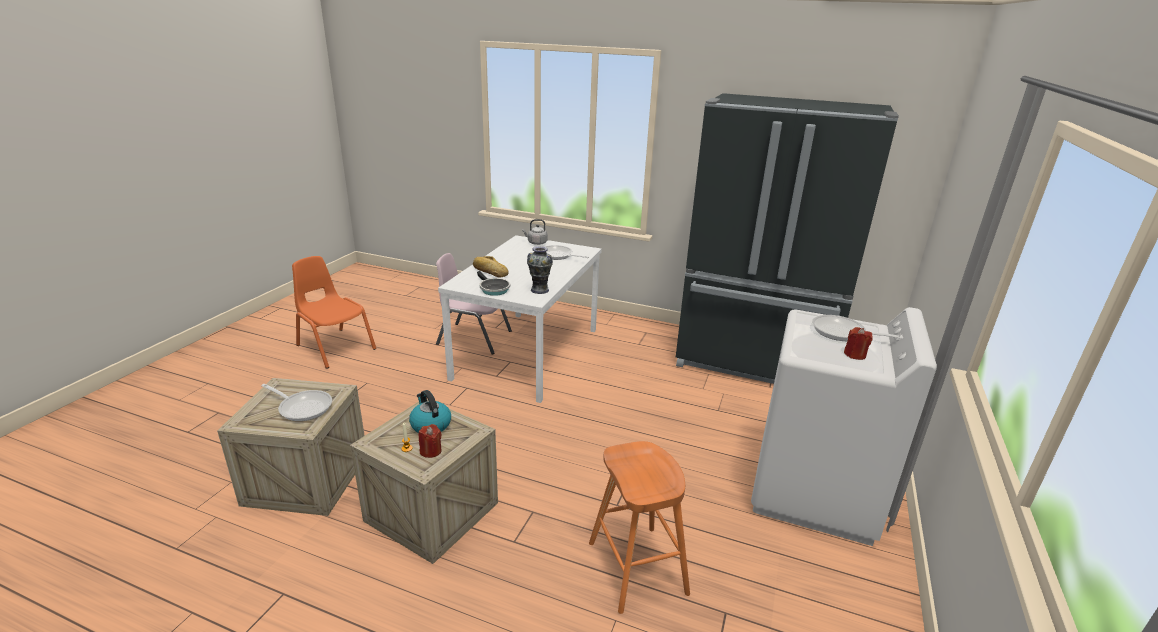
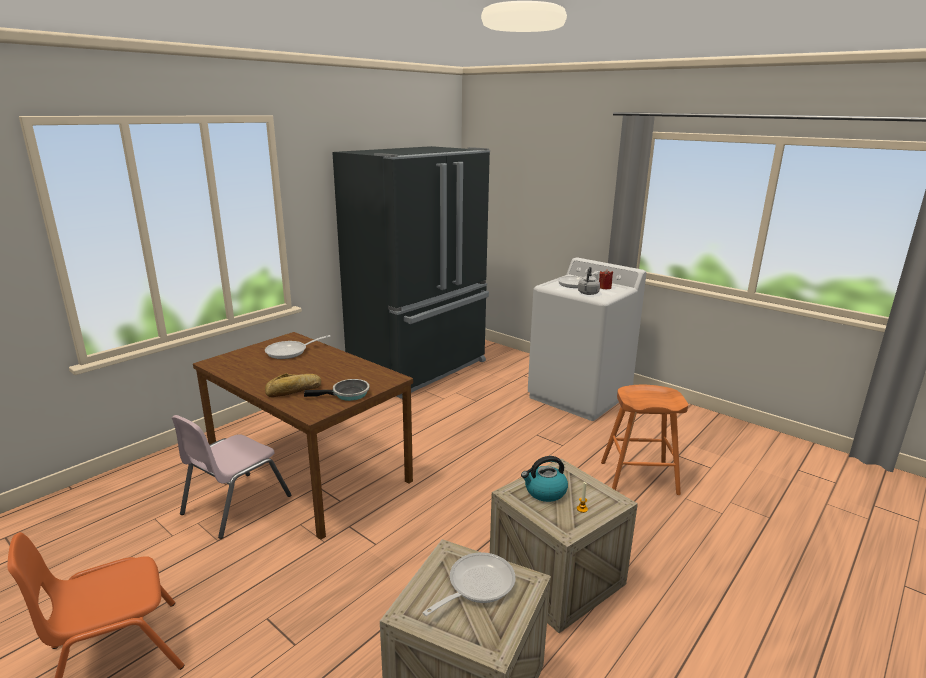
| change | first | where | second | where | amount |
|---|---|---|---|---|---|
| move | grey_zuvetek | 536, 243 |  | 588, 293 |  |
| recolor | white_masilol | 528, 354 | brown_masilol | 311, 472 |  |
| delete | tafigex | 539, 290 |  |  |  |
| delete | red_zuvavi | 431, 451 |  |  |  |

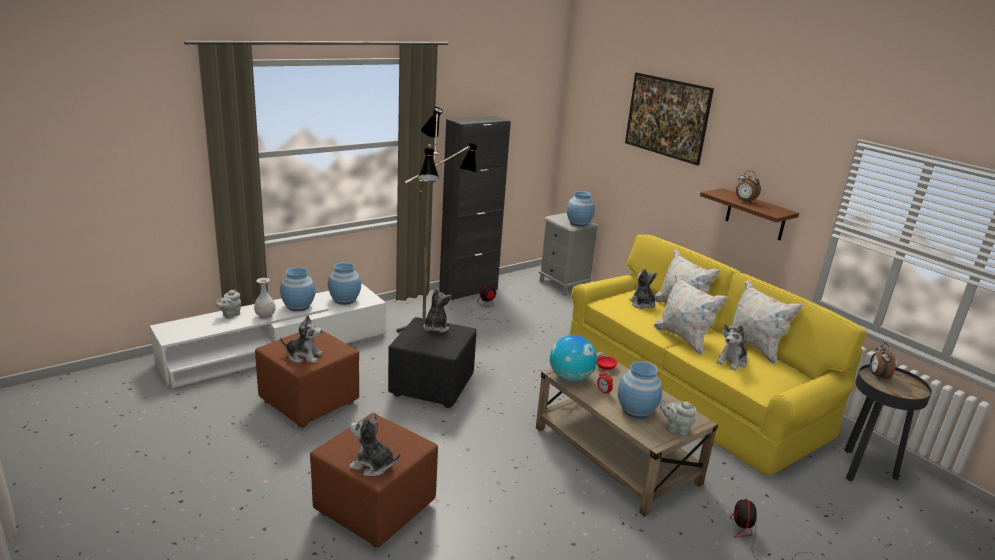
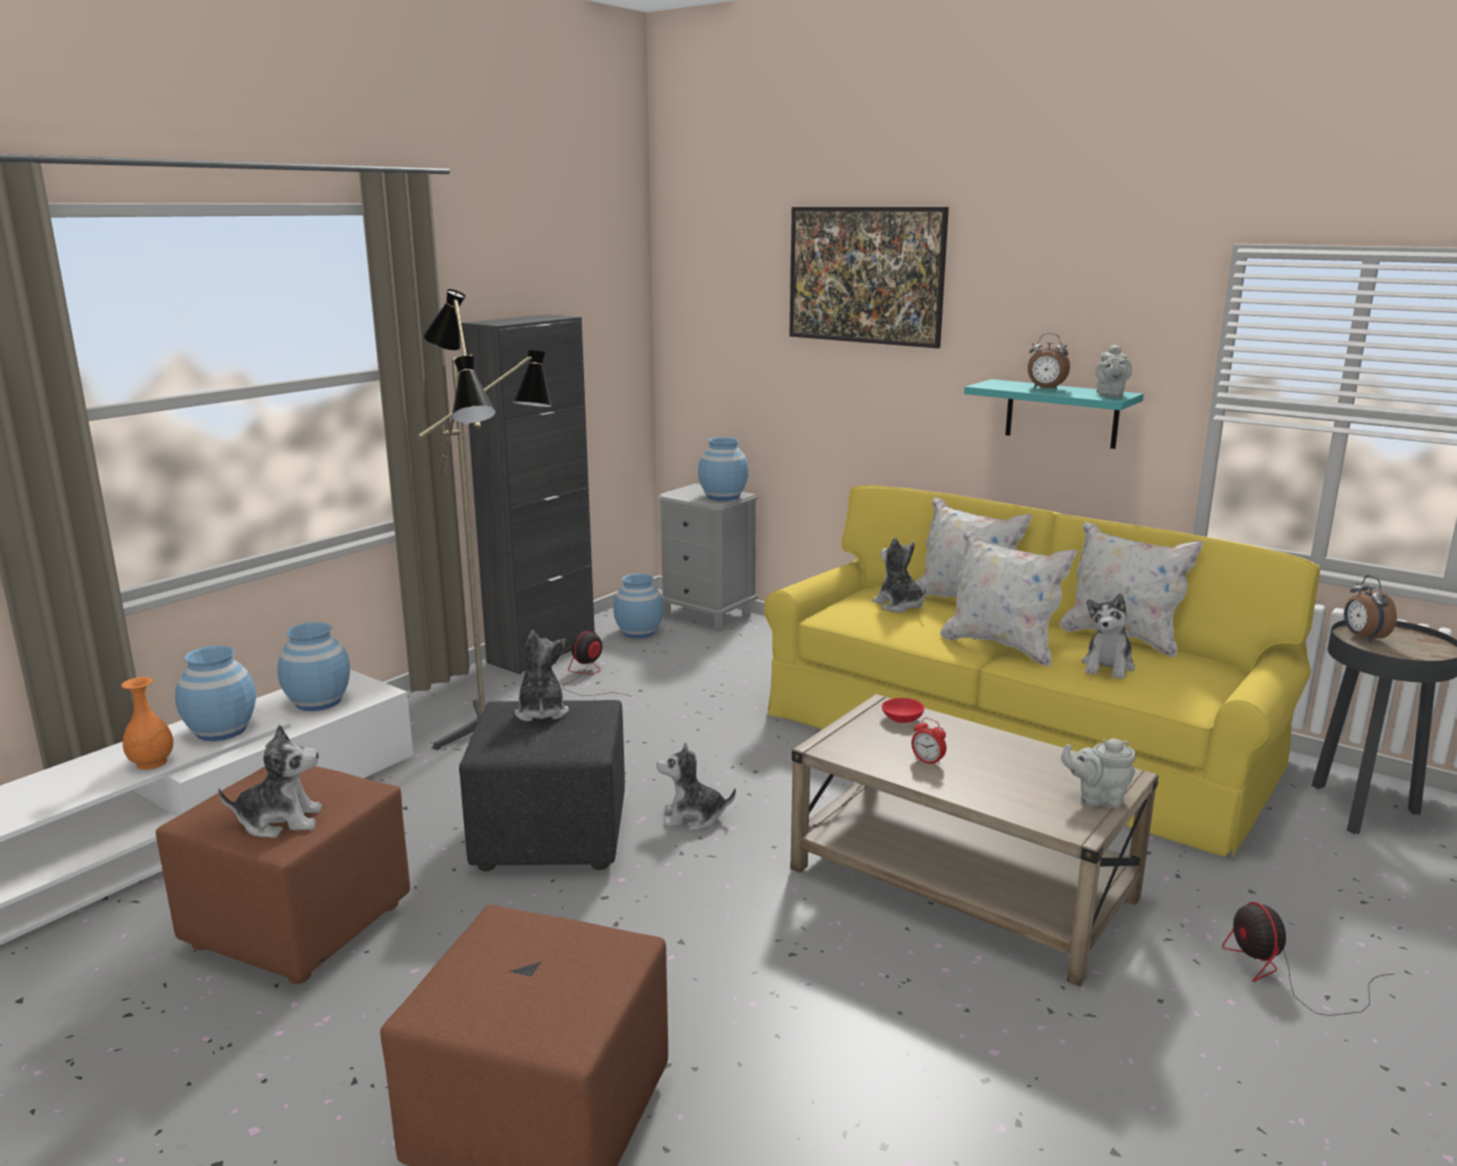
| change | first | where | second | where | amount |
|---|---|---|---|---|---|
| recolor | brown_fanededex | 755, 215 | turquoise_fanededex | 1061, 414 |  |
| recolor | white_tafigex | 265, 316 | orange_tafigex | 151, 763 |  |
| move | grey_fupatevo | 230, 315 |  | 1110, 395 |  |
| delete | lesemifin | 570, 378 |  |  |  |
| move | blue_tafigex | 636, 410 |  | 638, 632 |  |
| move | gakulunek | 372, 465 |  | 693, 818 |  |

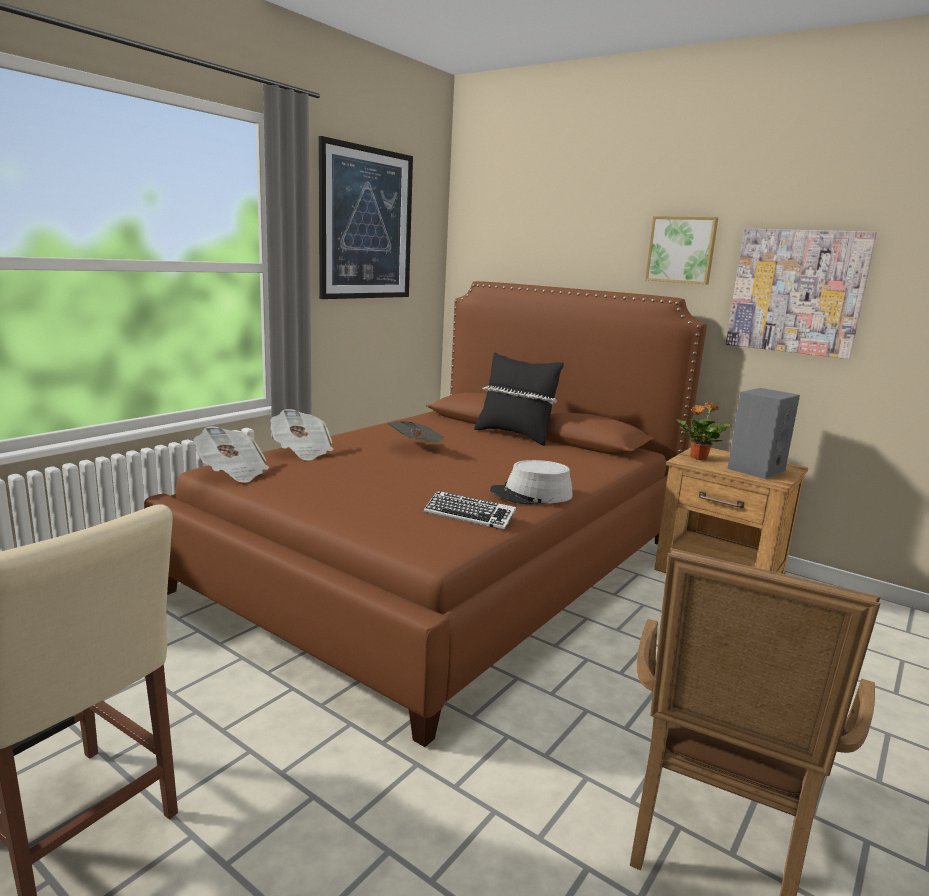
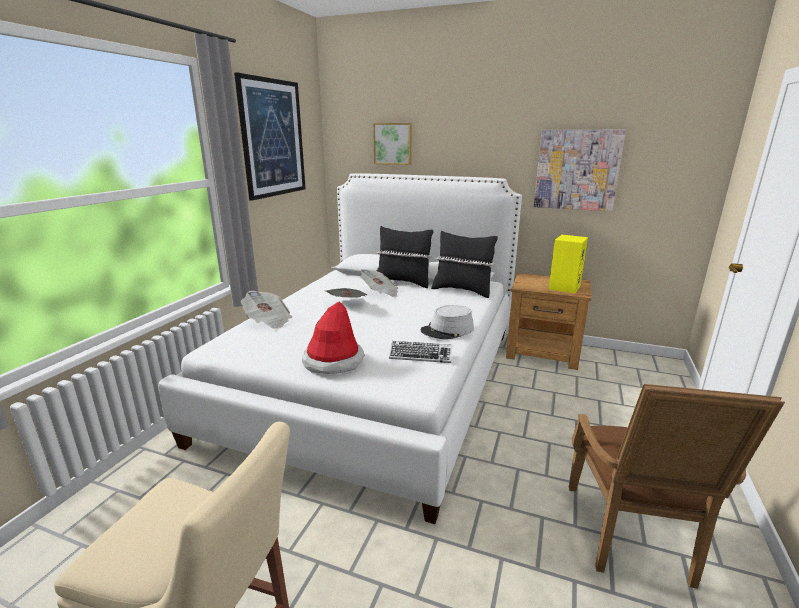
| change | first | where | second | where | amount |
|---|---|---|---|---|---|
| move | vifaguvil | 681, 250 |  | 393, 143 |  |
| recolor | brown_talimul | 444, 563 | white_talimul | 375, 380 |  |
| recolor | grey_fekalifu | 755, 469 | yellow_fekalifu | 564, 287 |  |
| delete | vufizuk | 698, 458 |  |  |  |
| move | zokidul | 232, 472 |  | 380, 293 |  |
| insert |  |  | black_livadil | 462, 290 |  |
| insert |  |  | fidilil | 333, 361 |  |

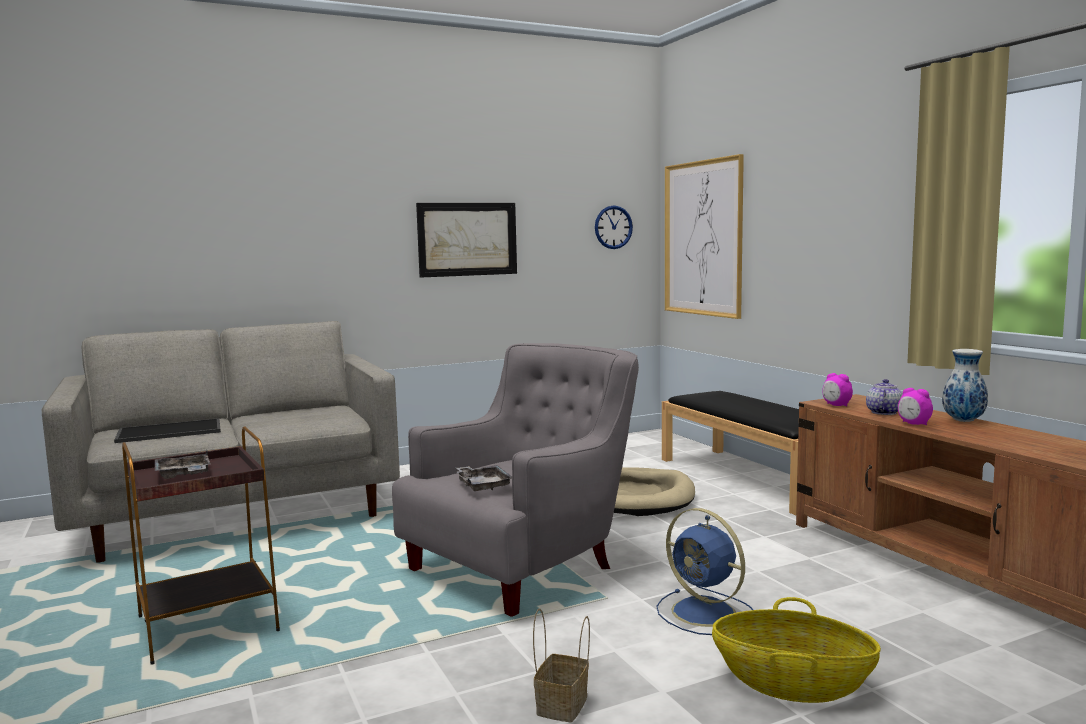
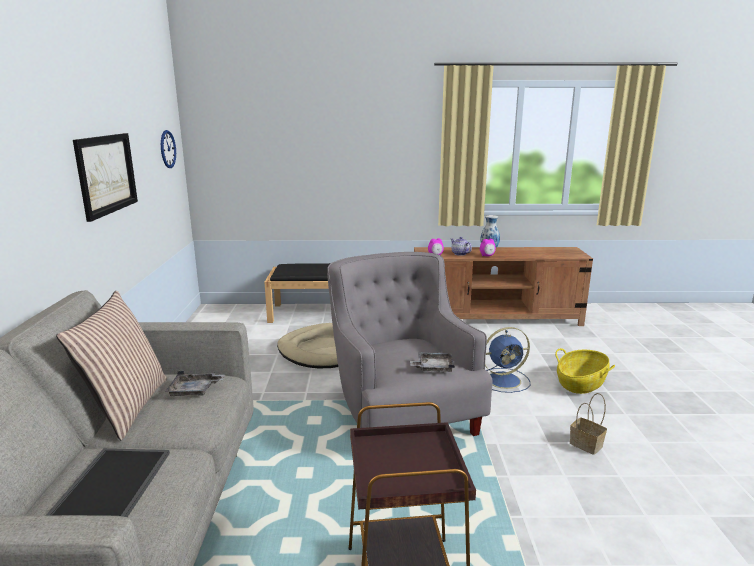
| change | first | where | second | where | amount |
|---|---|---|---|---|---|
| delete | vifaguvil | 702, 238 |  |  |  |
| move | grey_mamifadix | 184, 475 |  | 194, 390 |  |
| insert |  |  | livadil | 126, 407 |  |

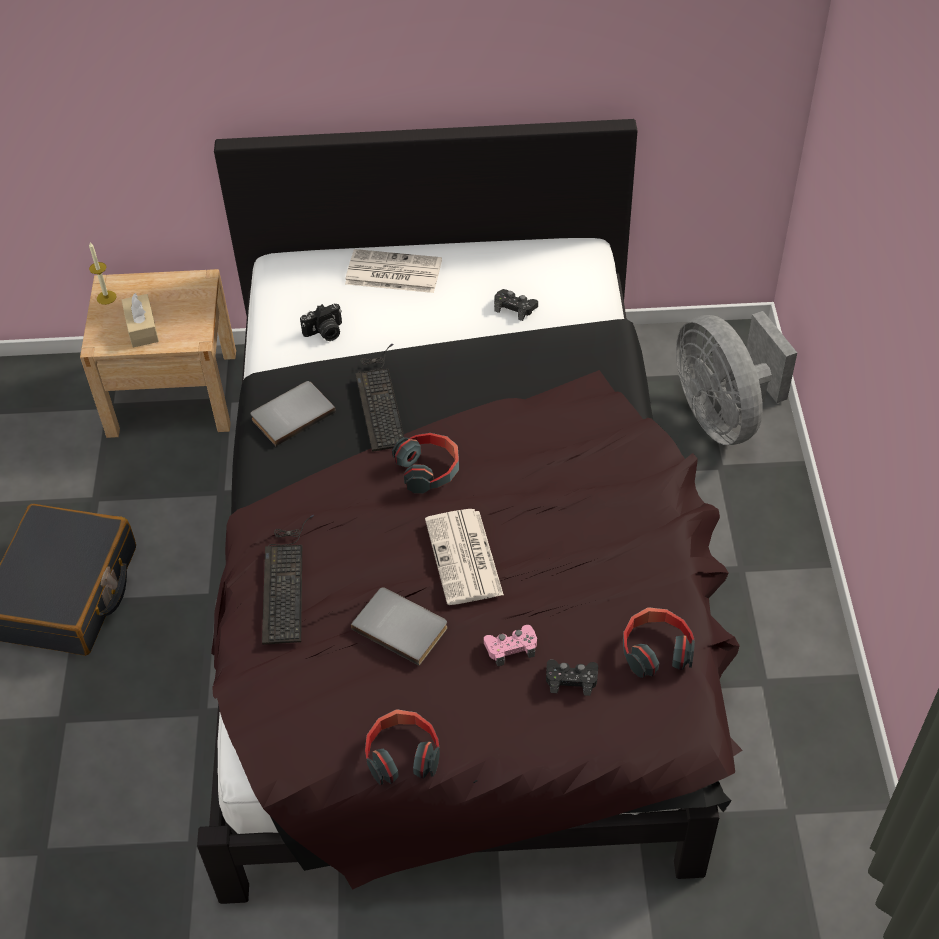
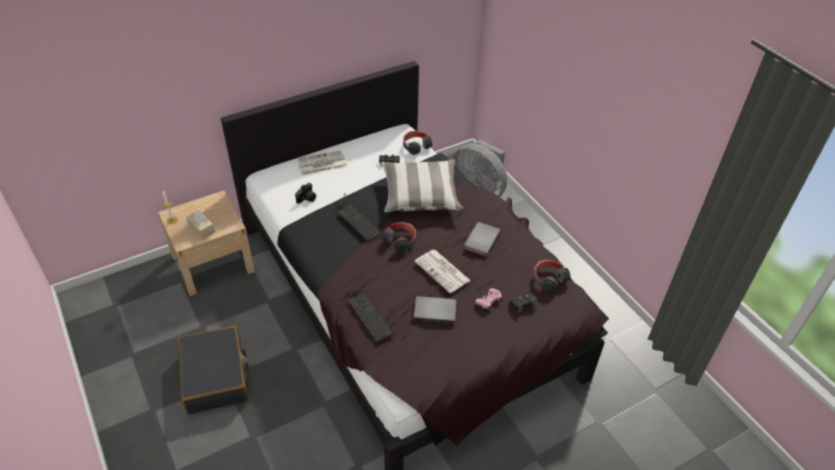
| change | first | where | second | where | amount |
|---|---|---|---|---|---|
| move | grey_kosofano | 291, 414 |  | 480, 240 |  |
| move | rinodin | 402, 754 |  | 416, 146 |  |
| insert |  |  | livadil | 420, 195 |  |

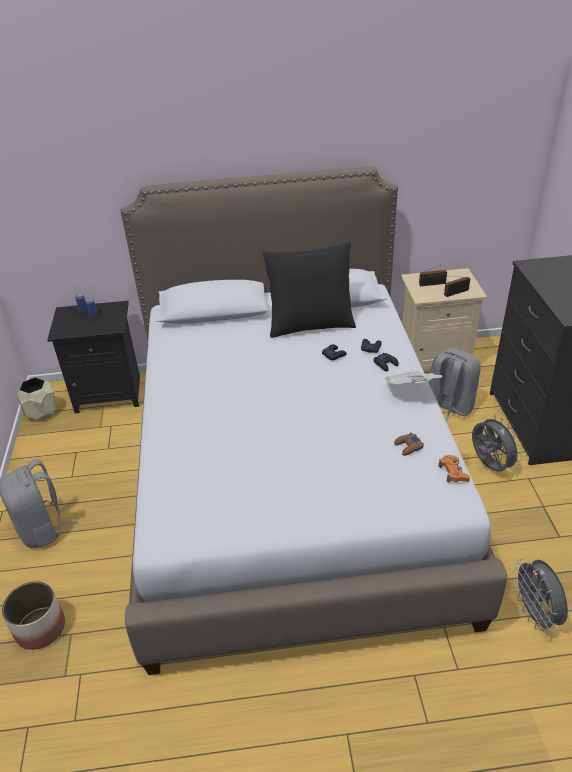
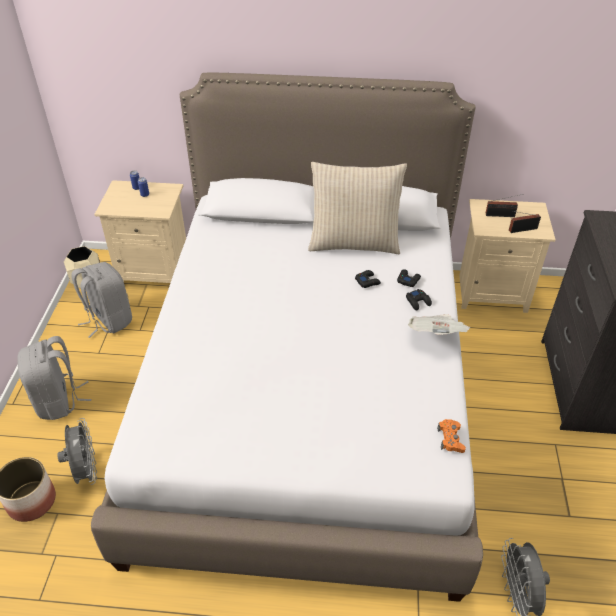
| change | first | where | second | where | amount |
|---|---|---|---|---|---|
| recolor | black_livadil | 310, 324 | beige_livadil | 354, 243 |  |
| recolor | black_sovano | 109, 393 | beige_sovano | 155, 272 |  |
| move | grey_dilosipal | 448, 406 |  | 108, 320 |  |
| move | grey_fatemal | 489, 465 |  | 86, 471 |  |
| delete | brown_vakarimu | 408, 447 |  |  |  |

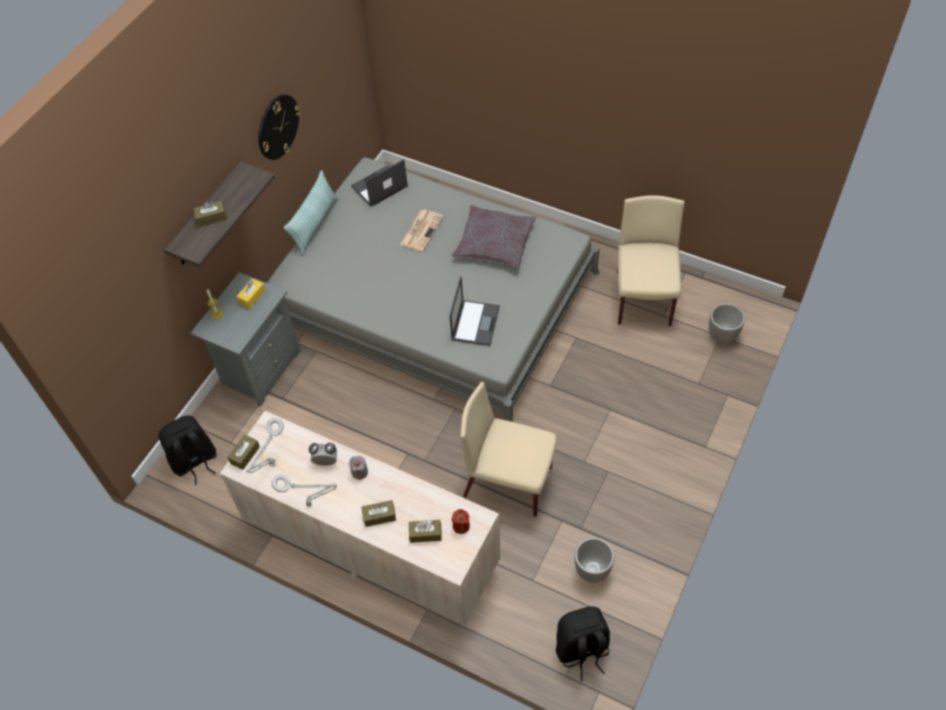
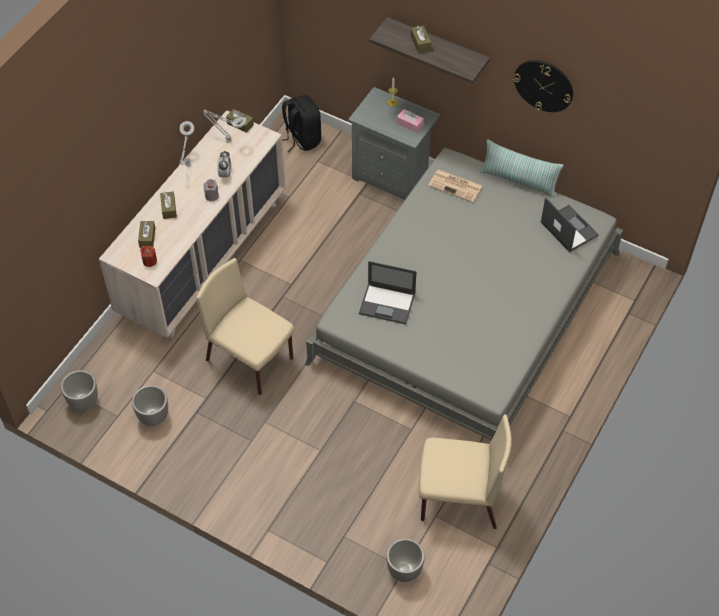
| change | first | where | second | where | amount |
|---|---|---|---|---|---|
| delete | grey_livadil | 494, 243 |  |  |  |
| move | zokidul | 421, 230 |  | 456, 186 |  |
| recolor | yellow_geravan | 252, 297 | pink_geravan | 410, 124 |  |
| rotate | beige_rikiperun | 509, 482 |  | 251, 360 | 75 degrees counterclockwise |
| replace | black_dilosipal | 581, 650 | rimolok | 83, 402 |  |

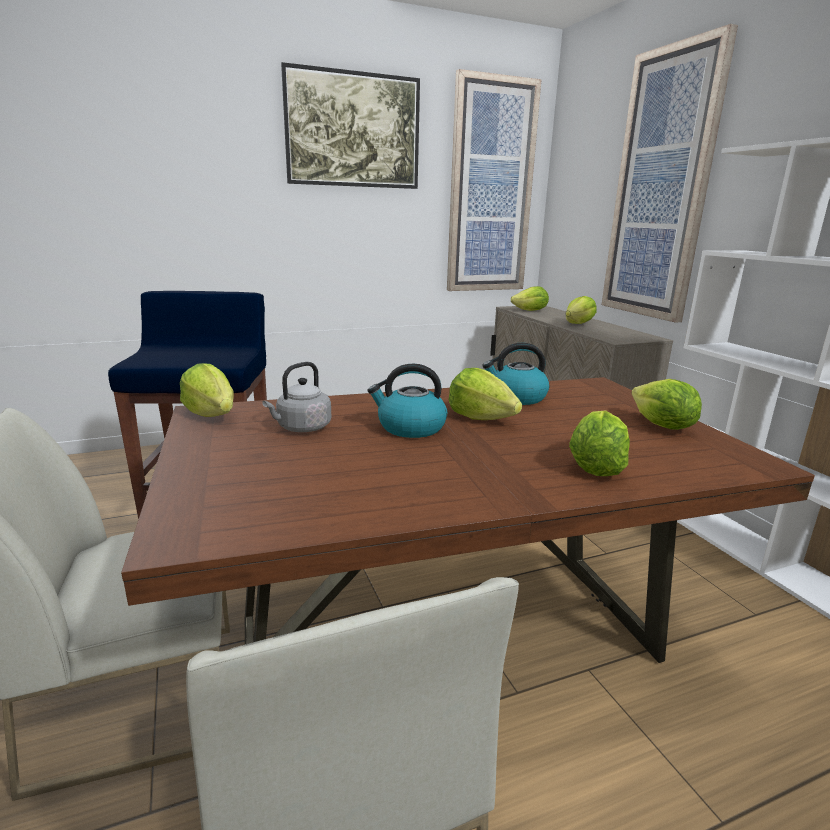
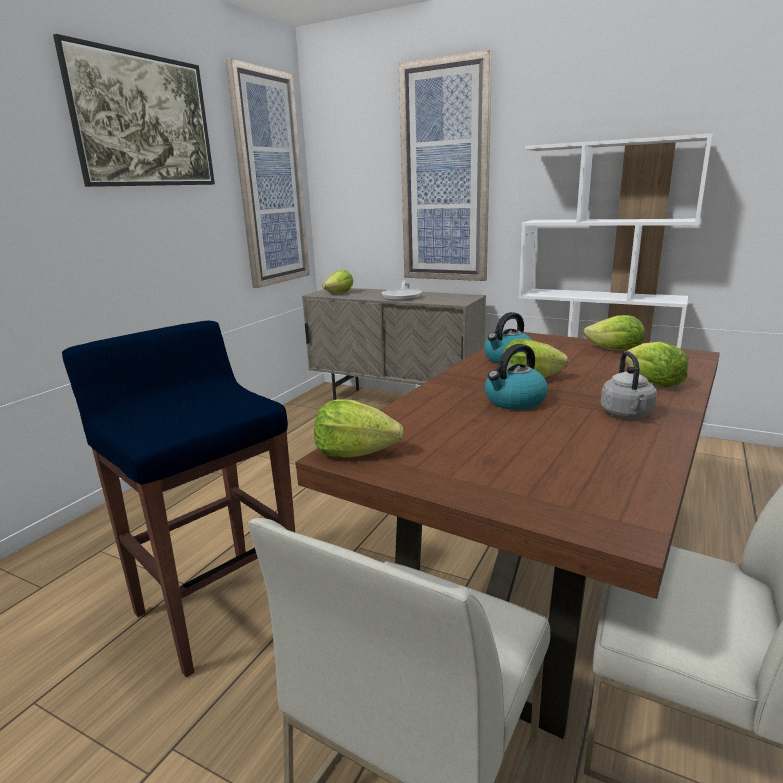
| change | first | where | second | where | amount |
|---|---|---|---|---|---|
| replace | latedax | 578, 324 | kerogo | 402, 296 |  |
| move | grey_zuvetek | 301, 428 |  | 627, 414 |  |

